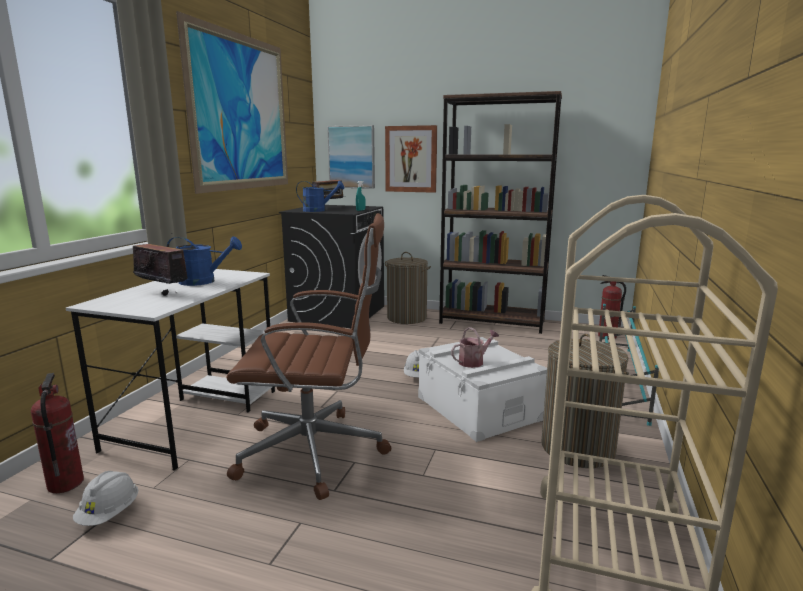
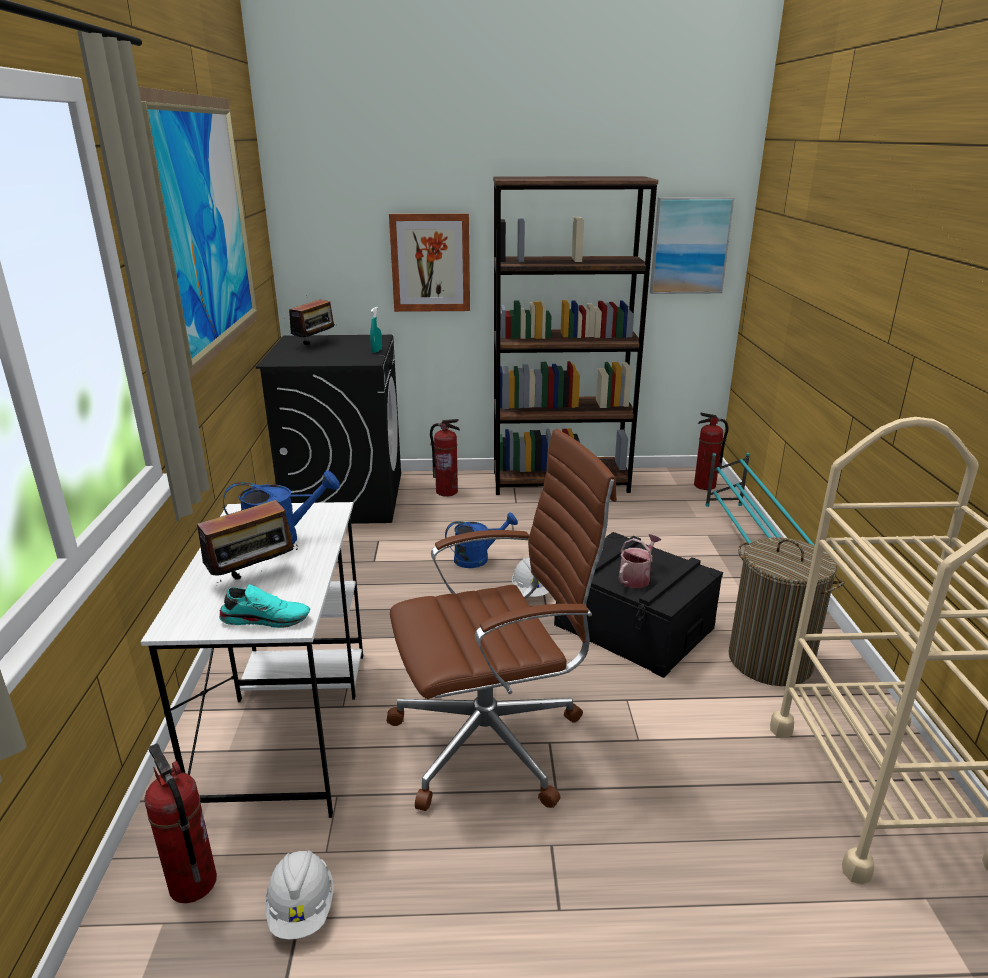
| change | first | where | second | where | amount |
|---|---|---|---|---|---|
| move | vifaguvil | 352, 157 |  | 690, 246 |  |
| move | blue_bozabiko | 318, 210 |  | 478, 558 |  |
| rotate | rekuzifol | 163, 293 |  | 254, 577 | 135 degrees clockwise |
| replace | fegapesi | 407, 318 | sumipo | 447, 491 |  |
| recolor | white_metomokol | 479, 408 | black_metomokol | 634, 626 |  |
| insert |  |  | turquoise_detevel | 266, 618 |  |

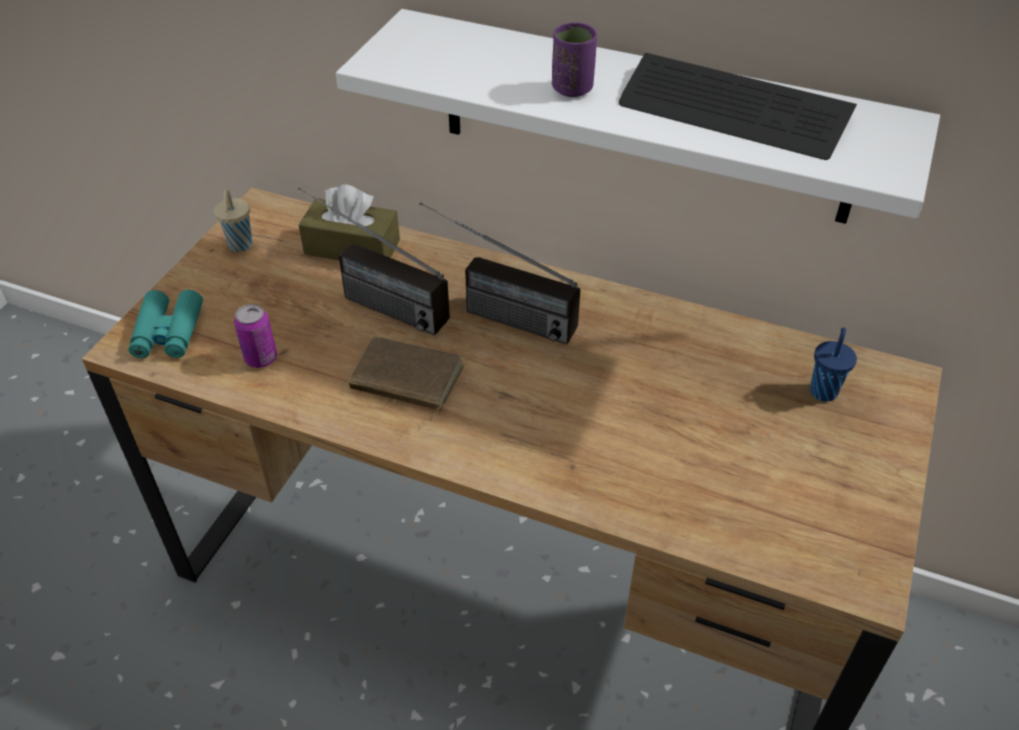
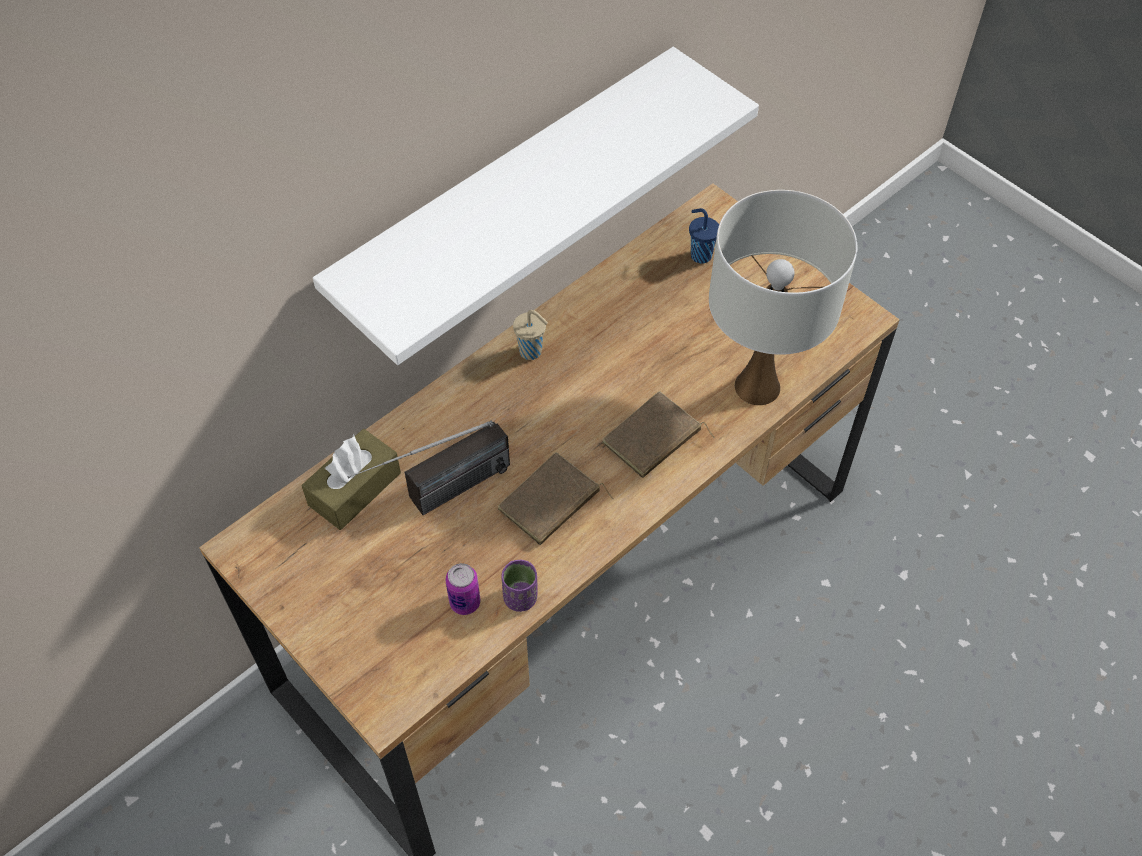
| change | first | where | second | where | amount |
|---|---|---|---|---|---|
| move | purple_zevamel | 572, 89 |  | 520, 598 |  |
| delete | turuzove | 733, 110 |  |  |  |
| move | beige_zevamel | 240, 246 |  | 532, 352 |  |
| delete | rekuzifol | 493, 313 |  |  |  |
| delete | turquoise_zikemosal | 168, 333 |  |  |  |
| insert |  |  | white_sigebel | 757, 386 |  |
| insert |  |  | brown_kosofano | 653, 440 |  |

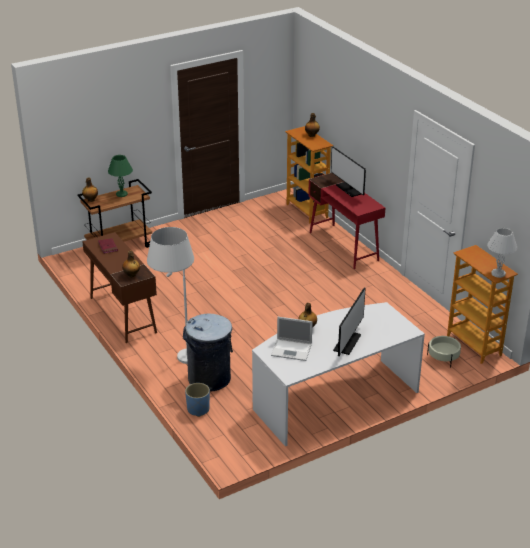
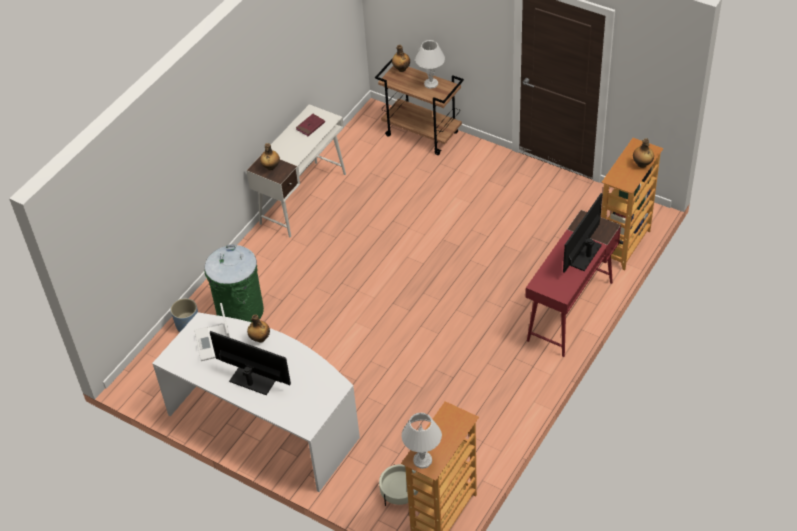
| change | first | where | second | where | amount |
|---|---|---|---|---|---|
| recolor | green_sigebel | 122, 194 | white_sigebel | 431, 84 |  |
| delete | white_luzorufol | 176, 355 |  |  |  |
| recolor | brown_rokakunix | 122, 314 | white_rokakunix | 303, 198 |  |
| rotate | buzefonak | 347, 343 |  | 252, 381 | 150 degrees counterclockwise |
| recolor | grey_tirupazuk | 209, 379 | green_tirupazuk | 240, 311 |  |

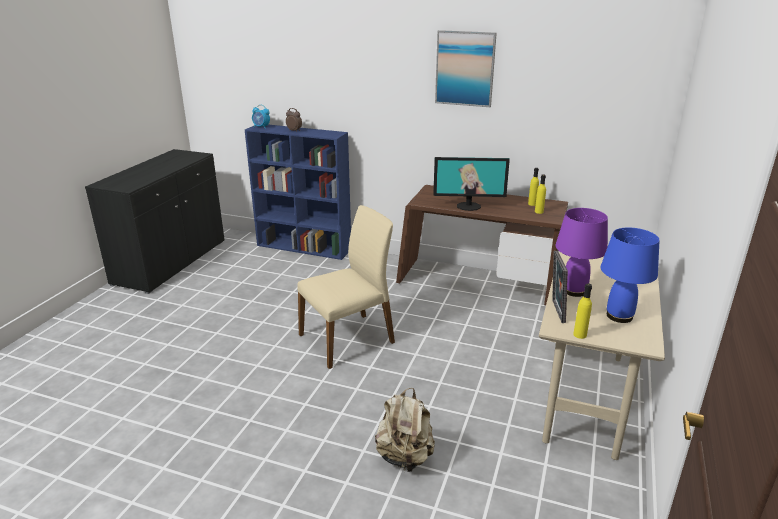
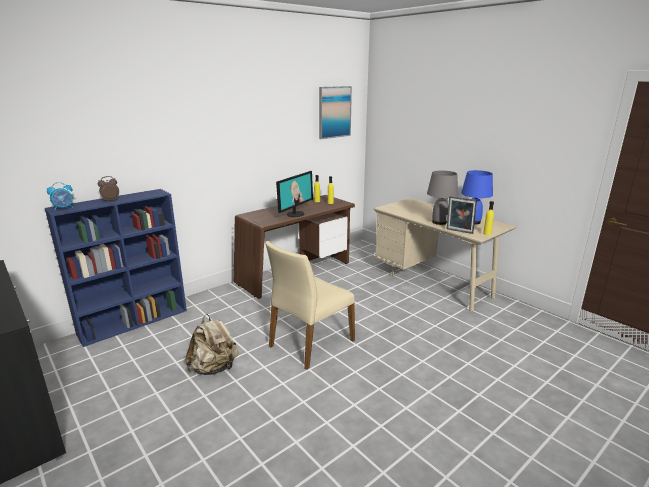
| change | first | where | second | where | amount |
|---|---|---|---|---|---|
| move | vifaguvil | 465, 68 |  | 334, 112 |  |
| rotate | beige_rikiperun | 348, 339 |  | 310, 343 | 135 degrees counterclockwise |
| recolor | purple_sigebel | 574, 291 | grey_sigebel | 439, 222 |  |
| move | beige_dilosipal | 405, 457 |  | 214, 368 |  |

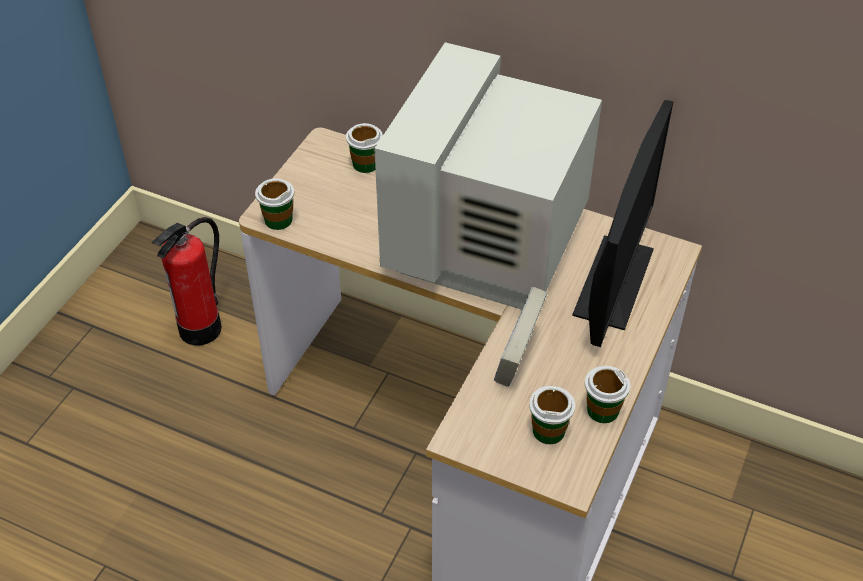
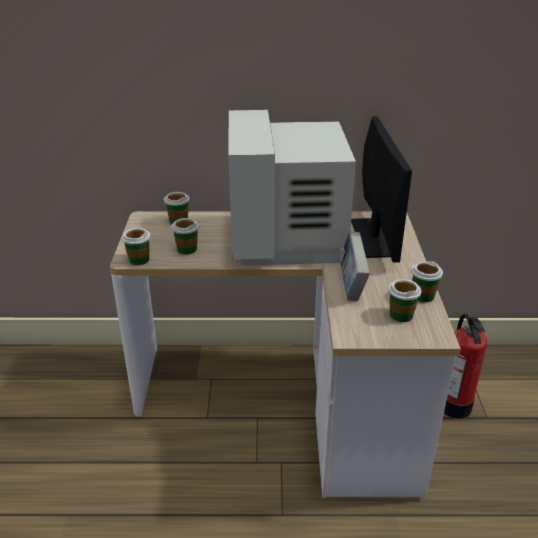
| change | first | where | second | where | amount |
|---|---|---|---|---|---|
| move | sumipo | 201, 329 |  | 455, 406 |  |
| insert |  |  | zevamel | 187, 249 |  |

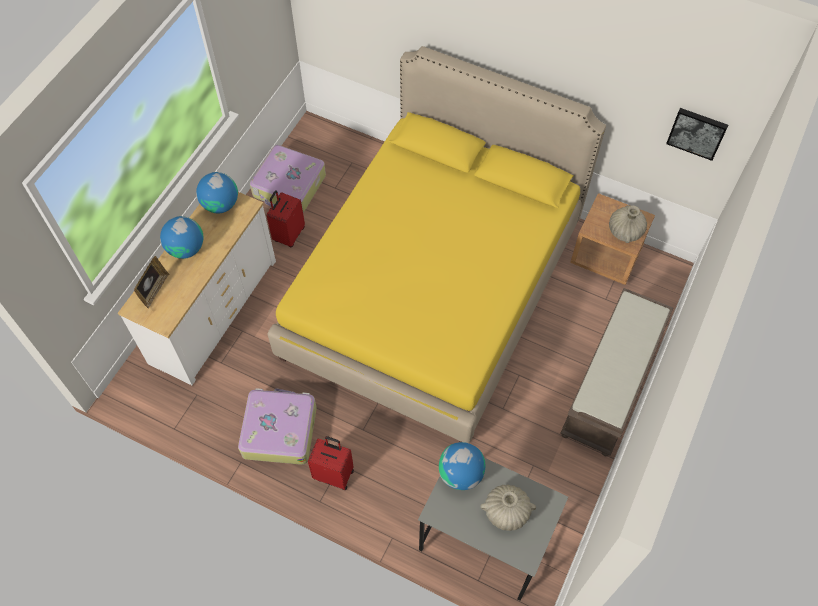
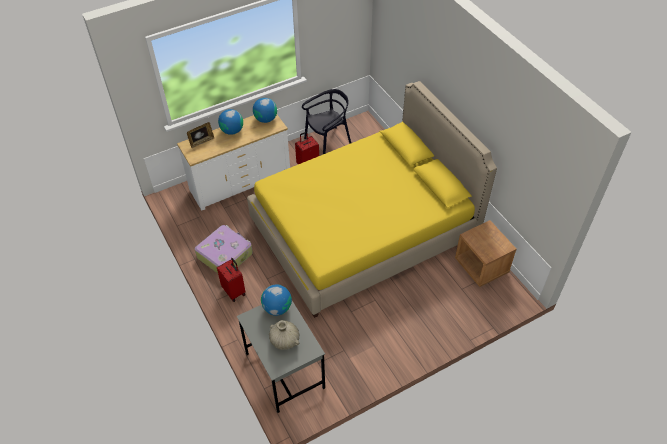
| change | first | where | second | where | amount |
|---|---|---|---|---|---|
| delete | vifaguvil | 697, 132 |  |  |  |
| replace | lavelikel | 289, 186 | black_rikiperun | 328, 142 |  |
| delete | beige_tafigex | 625, 231 |  |  |  |
| delete | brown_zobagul | 611, 386 |  |  |  |

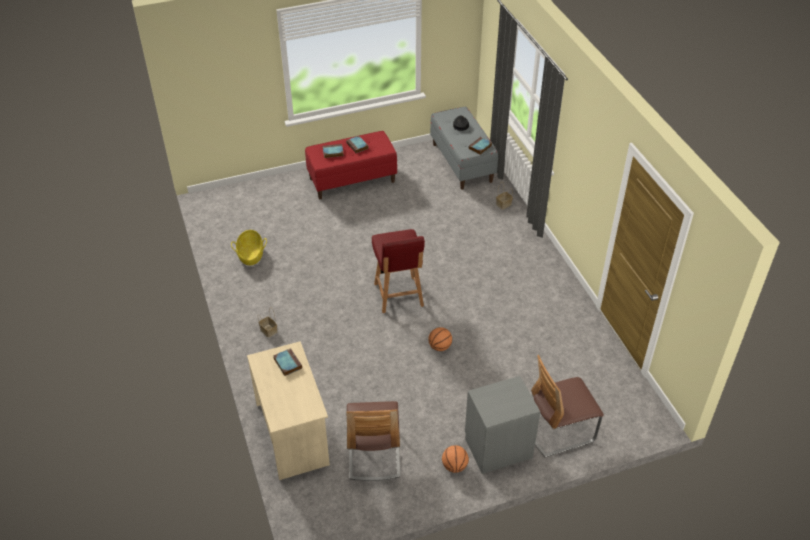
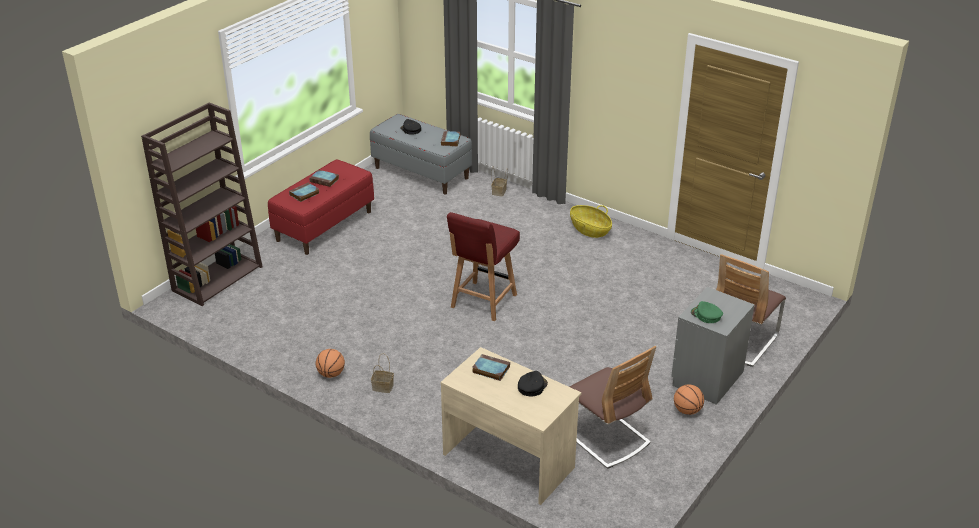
| change | first | where | second | where | amount |
|---|---|---|---|---|---|
| rotate | red_rikiperun | 398, 296 |  | 483, 302 | 75 degrees clockwise |
| move | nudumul | 251, 255 |  | 590, 230 |  |
| move | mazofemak | 440, 347 |  | 331, 374 |  |
| insert |  |  | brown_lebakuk | 217, 278 |  |
| insert |  |  | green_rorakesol | 706, 315 |  |
| insert |  |  | black_rorakesol | 532, 386 |  |

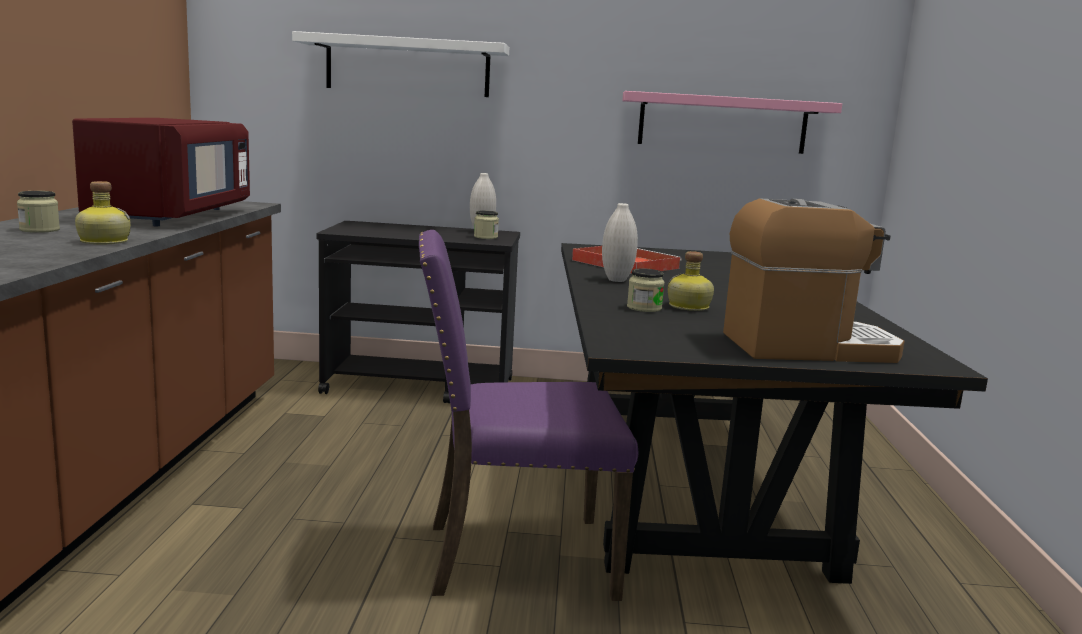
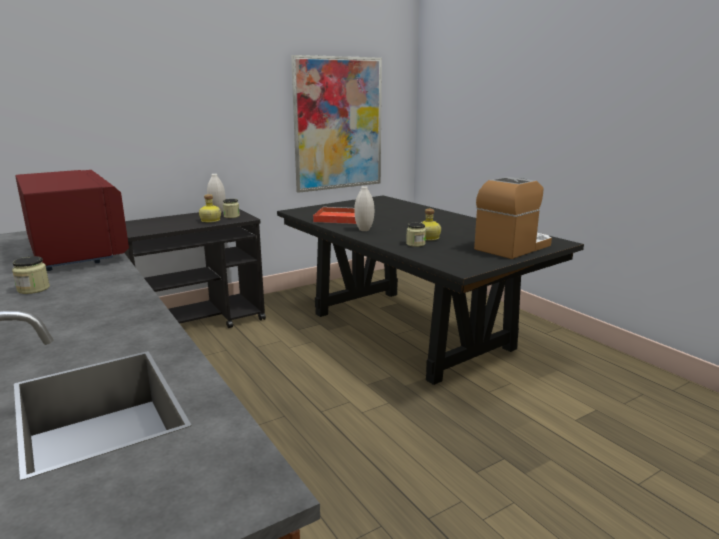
| change | first | where | second | where | amount |
|---|---|---|---|---|---|
| delete | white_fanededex | 408, 67 |  |  |  |
| replace | pink_fanededex | 722, 123 | vifaguvil | 338, 124 |  |
| move | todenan | 103, 241 |  | 210, 220 |  |
| delete | purple_rikiperun | 514, 557 |  |  |  |

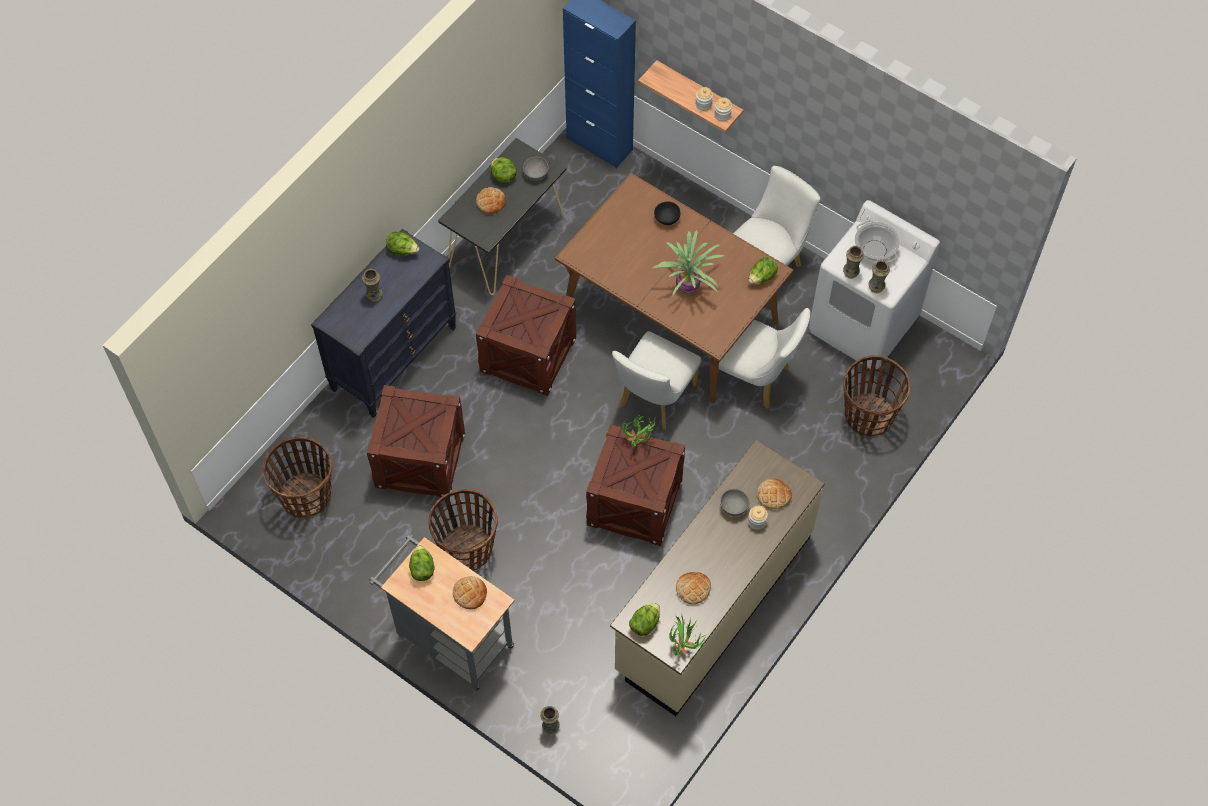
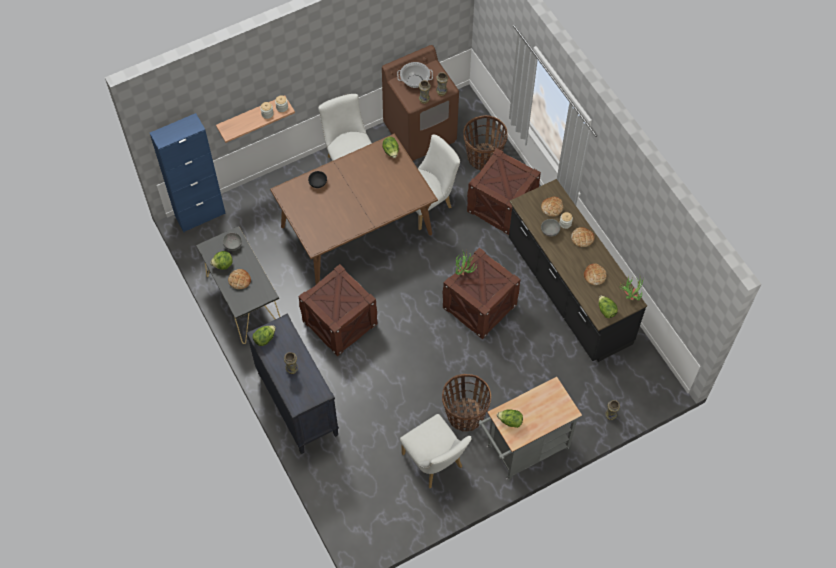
| change | first | where | second | where | amount |
|---|---|---|---|---|---|
| recolor | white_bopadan | 864, 325 | brown_bopadan | 420, 132 |  |
| delete | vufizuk | 689, 285 |  |  |  |
| move | white_rikiperun | 653, 399 |  | 435, 463 |  |
| move | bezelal | 420, 460 |  | 501, 206 |  |
| delete | nudumul | 306, 496 |  |  |  |
| recolor | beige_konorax | 712, 602 | black_konorax | 568, 292 |  |
| move | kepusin | 470, 594 |  | 582, 238 |  |

